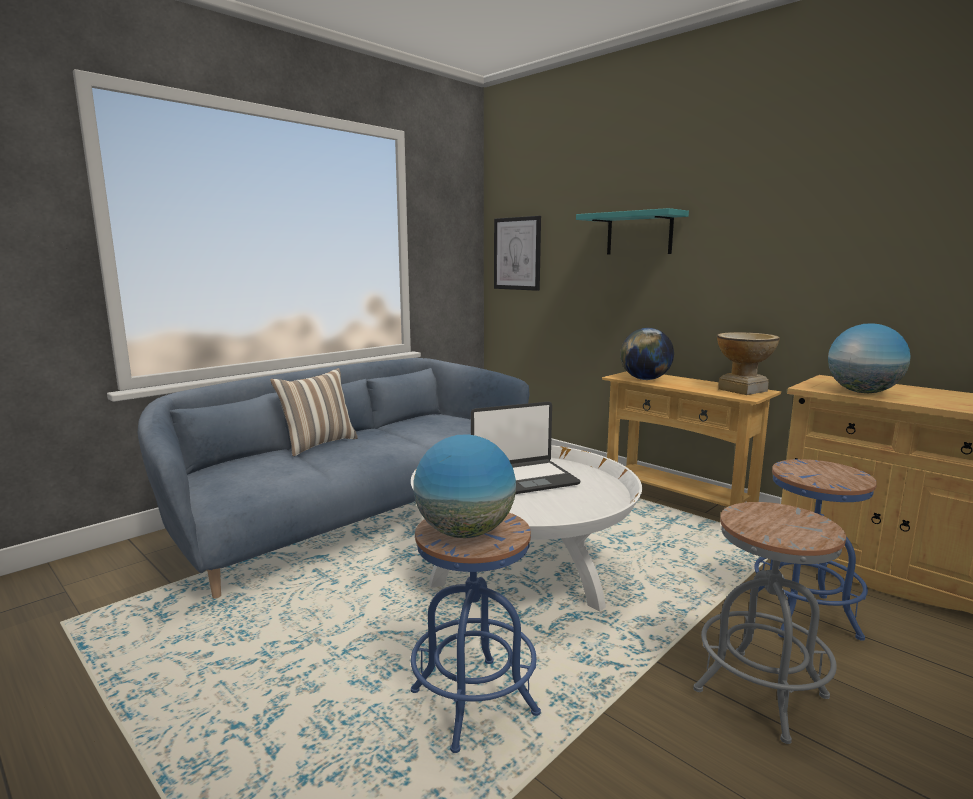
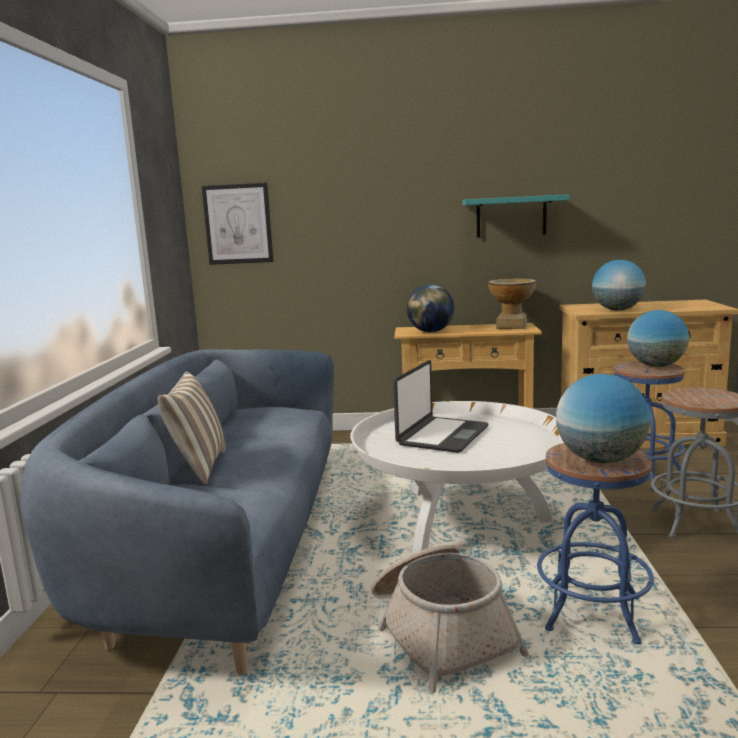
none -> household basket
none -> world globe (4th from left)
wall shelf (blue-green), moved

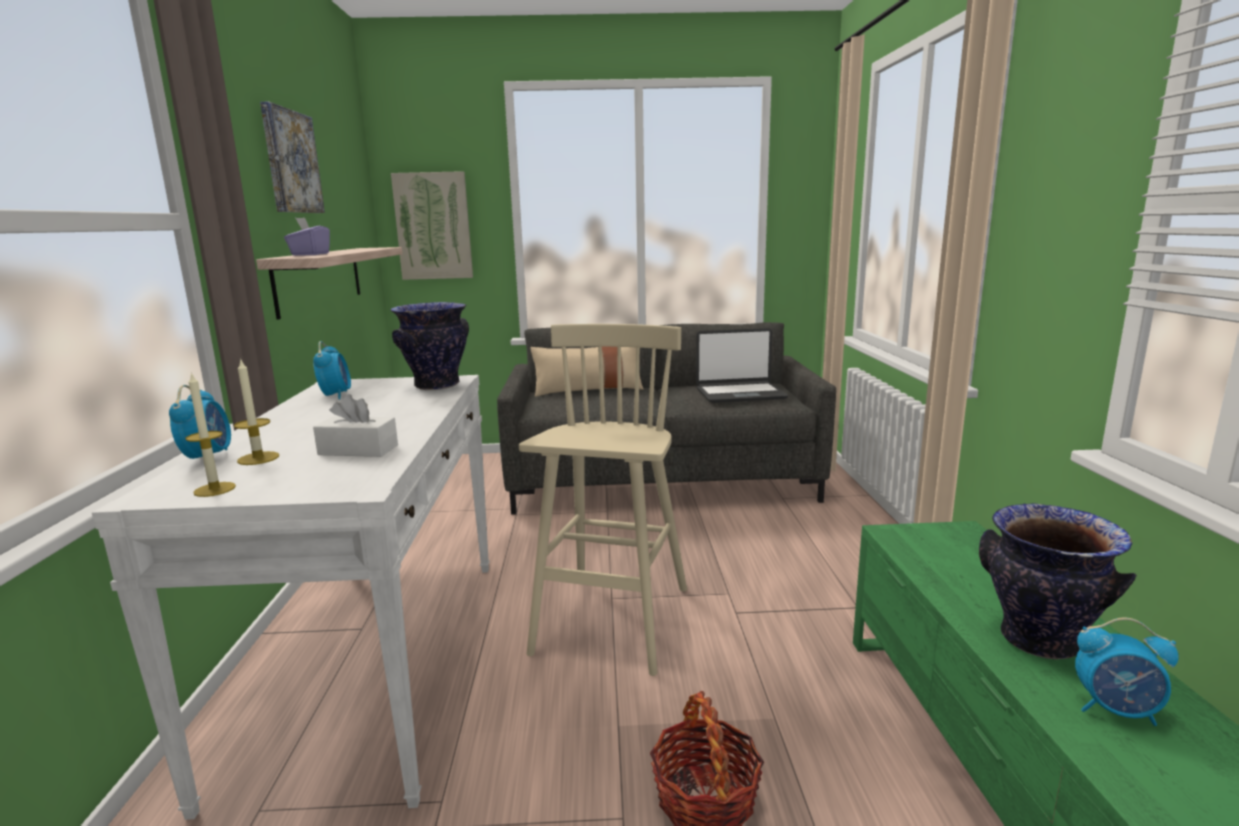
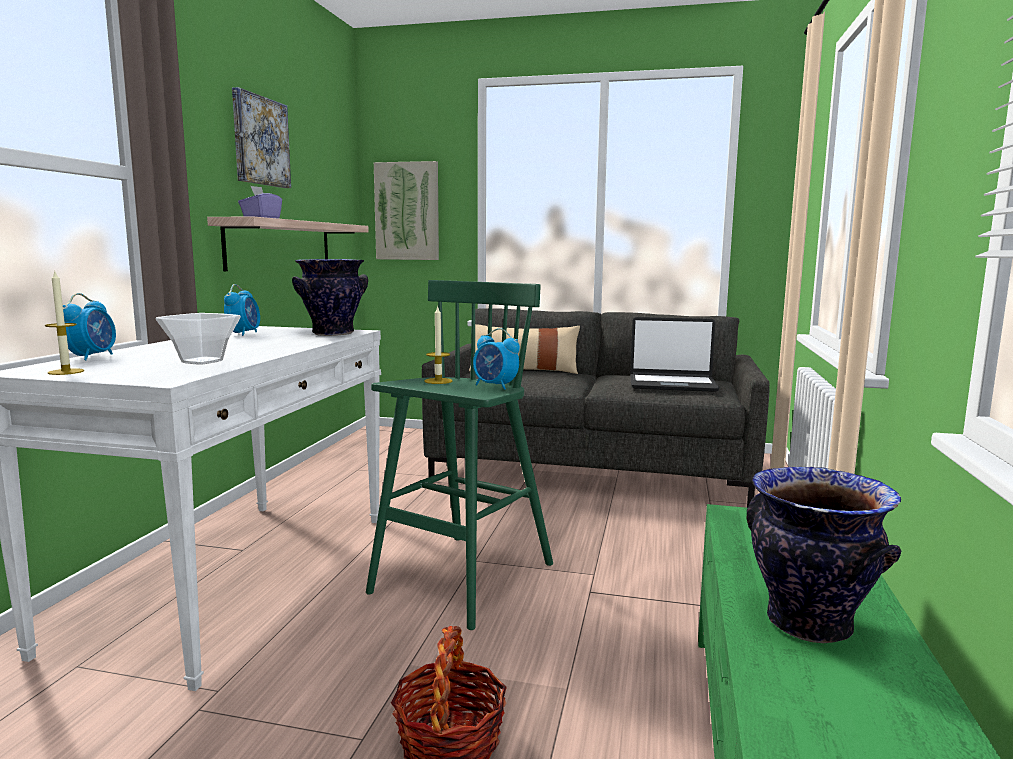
candle (2nd from left), moved
alarm clock (3rd from left), moved
box of tissues (white-coloured) -> serving bowl
stool seat (beige) -> stool seat (greenish)

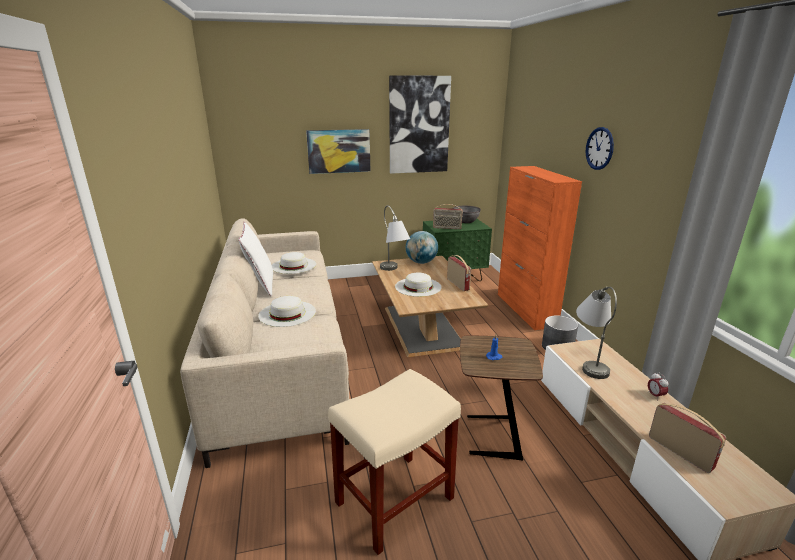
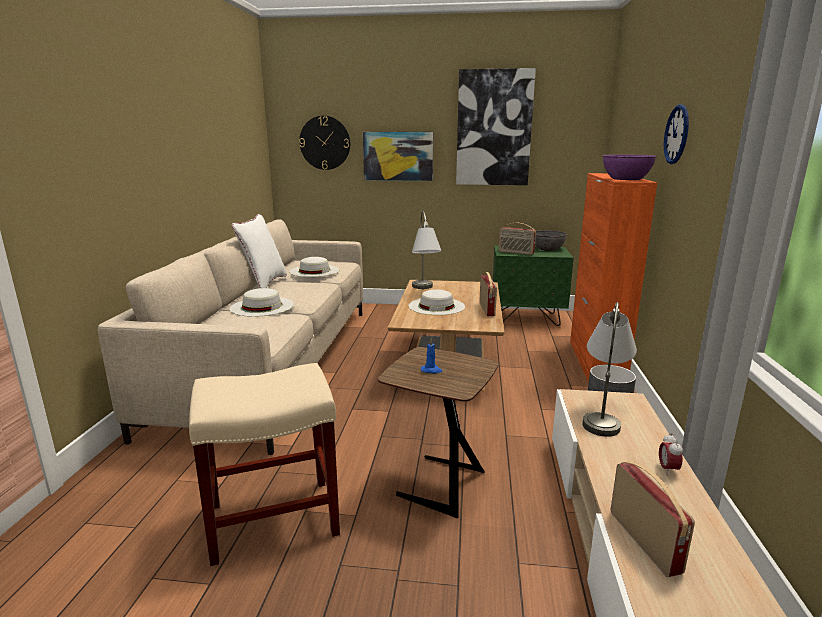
world globe -> none
none -> wall clock (1st from left)
none -> serving bowl (purple)

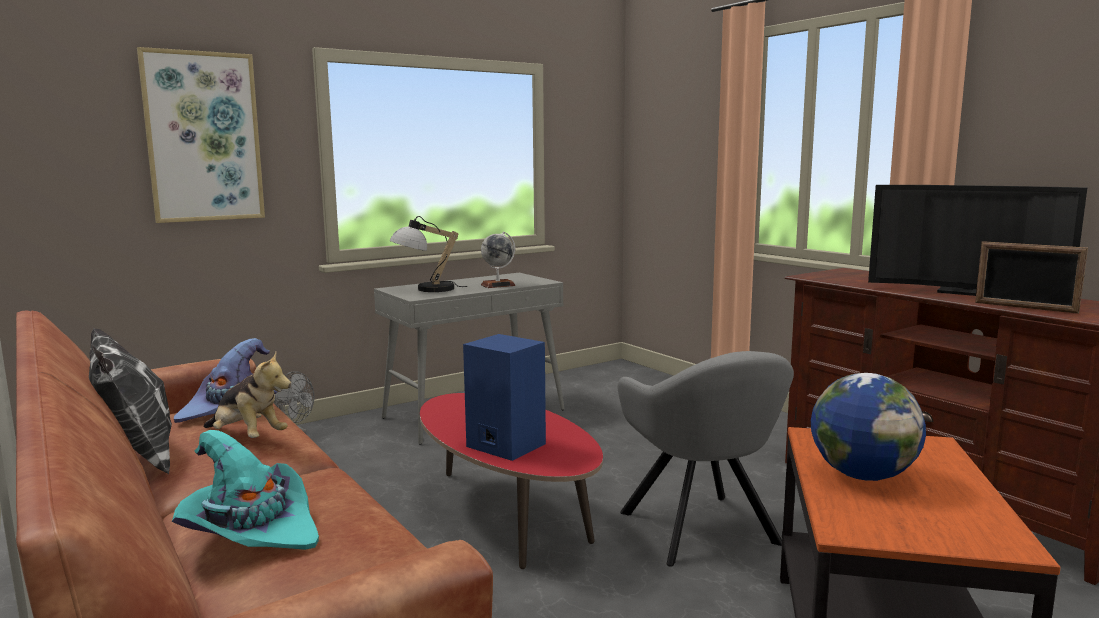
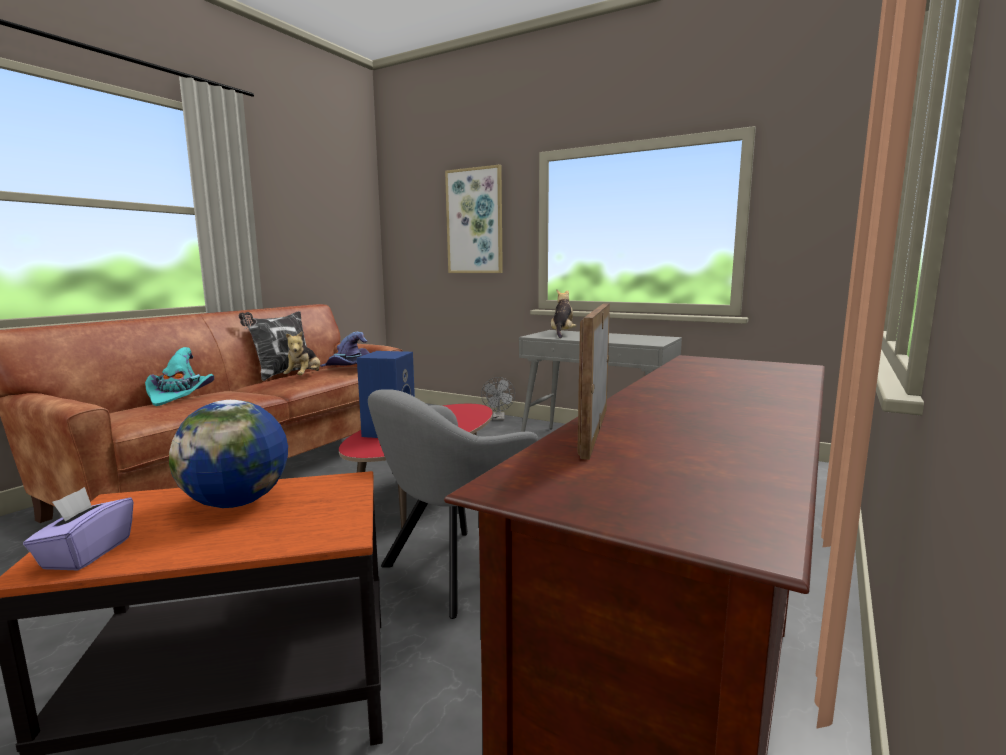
world globe (1st from left) -> none
TV -> none
none -> box of tissues (purple)
table lamp -> plush toy (2nd from left)

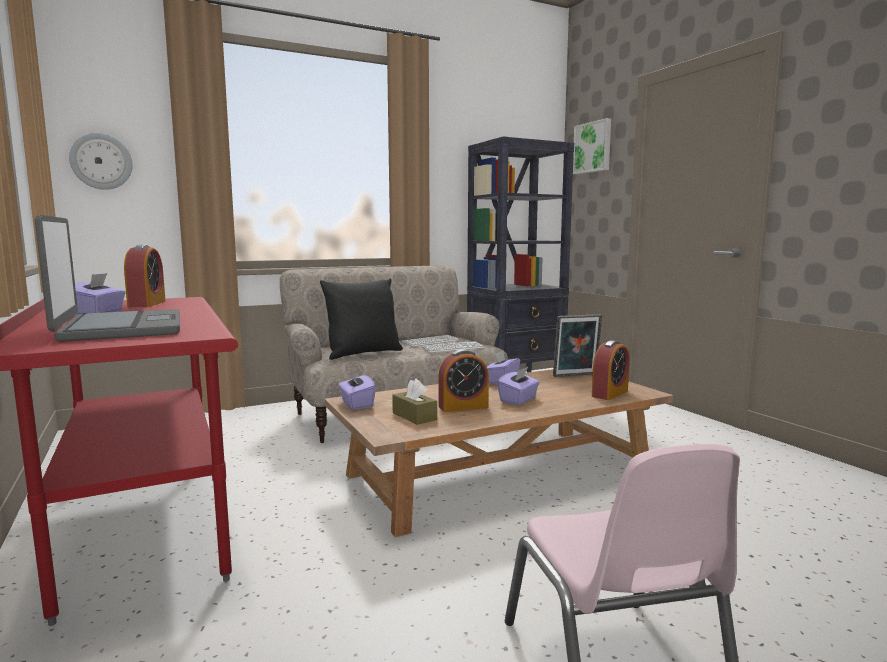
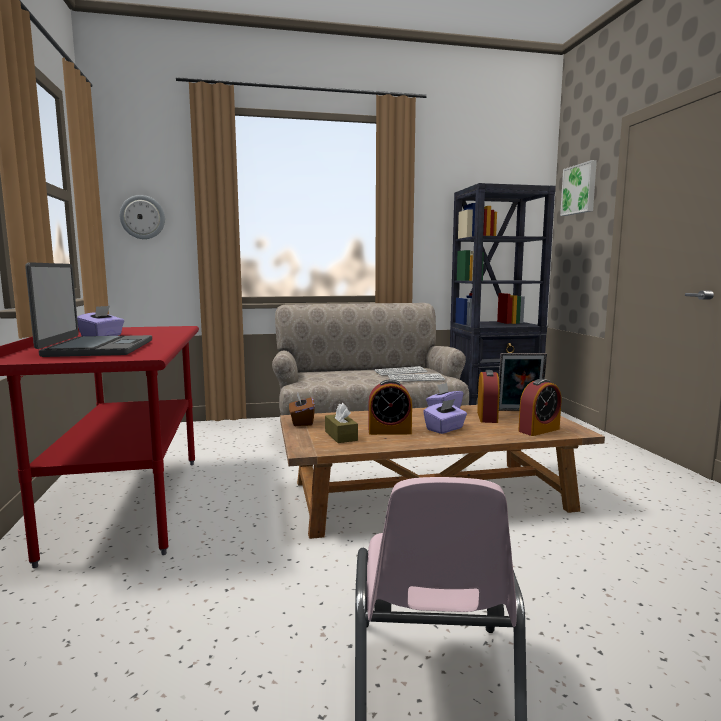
cushion (black-coloured) -> none
alarm clock (1st from left in the first image) -> alarm clock (2nd from left), moved
box of tissues (purple) (2nd from left) -> box of tissues (brown-coloured) (1st from left)

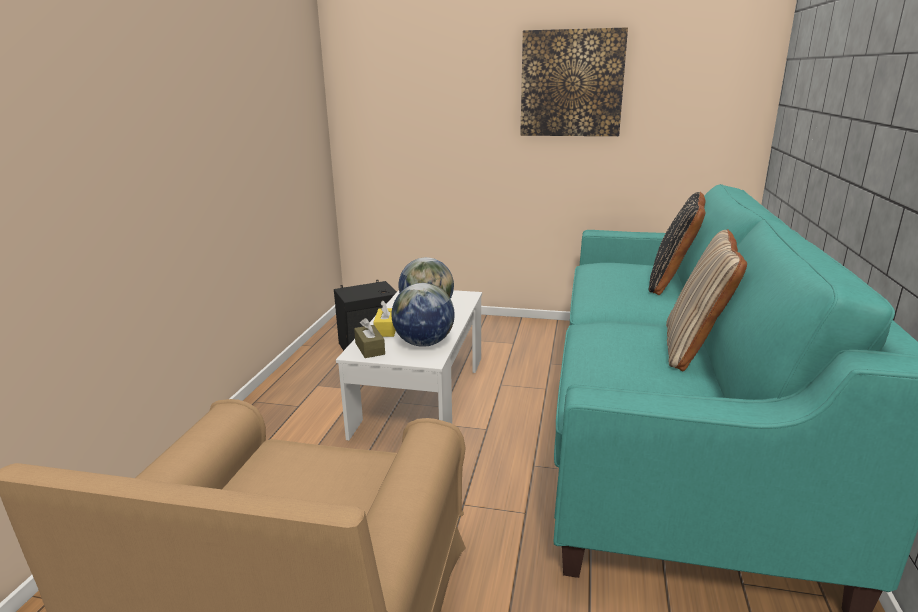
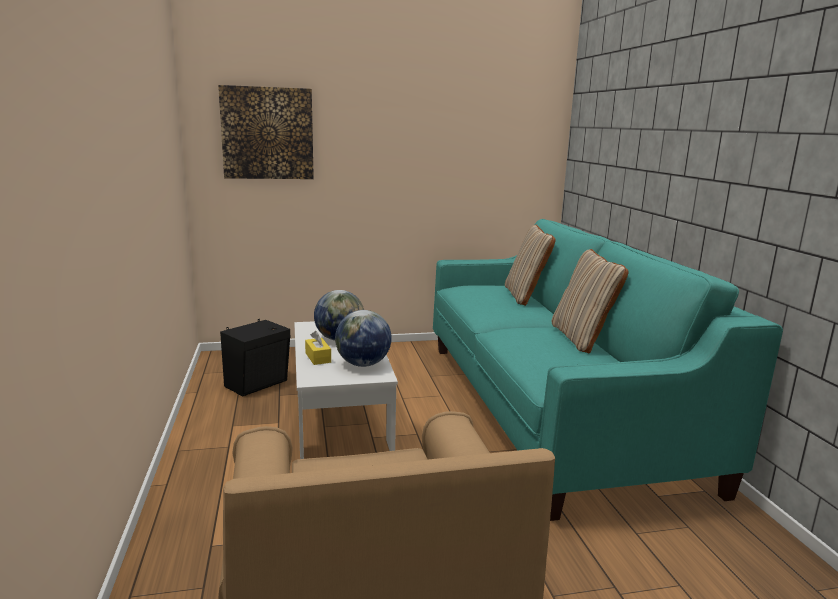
box of tissues (brown-coloured) -> none
picture, moved
cushion (black-coloured) -> cushion (beige) (1st from left)

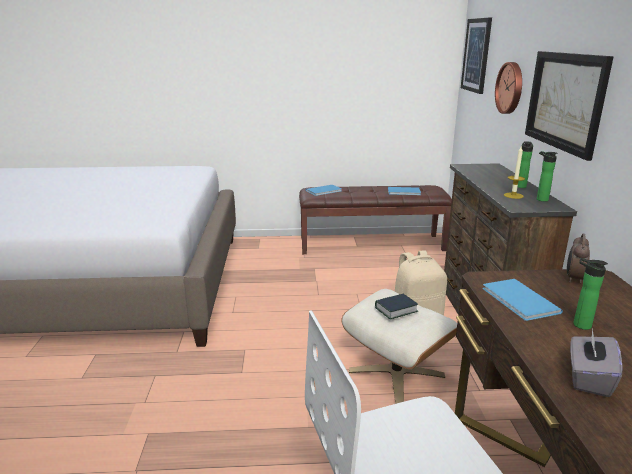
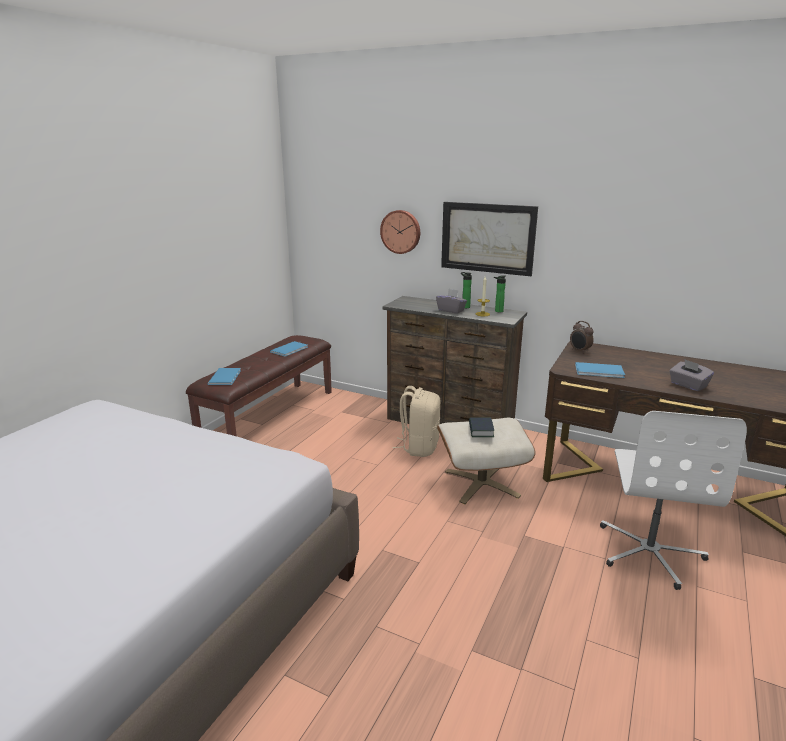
picture (1st from left) -> none
beverage bottle (3rd from left) -> none
none -> box of tissues (grey) (1st from left)

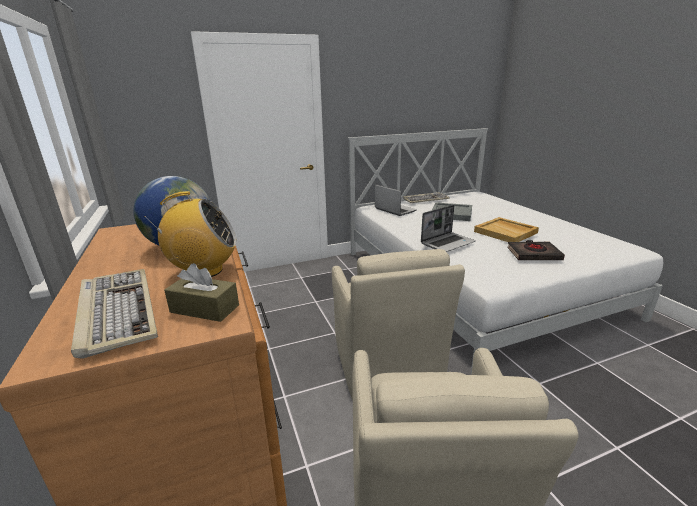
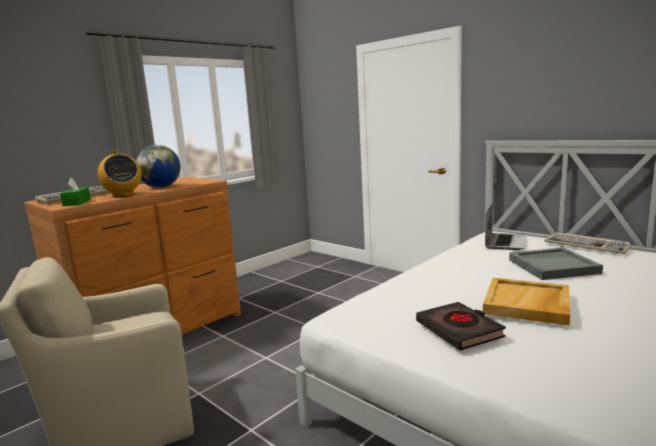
armchair (beige) (1st from left) -> none
portable computer (2nd from left) -> none
box of tissues (brown-coloured) -> box of tissues (greenish)

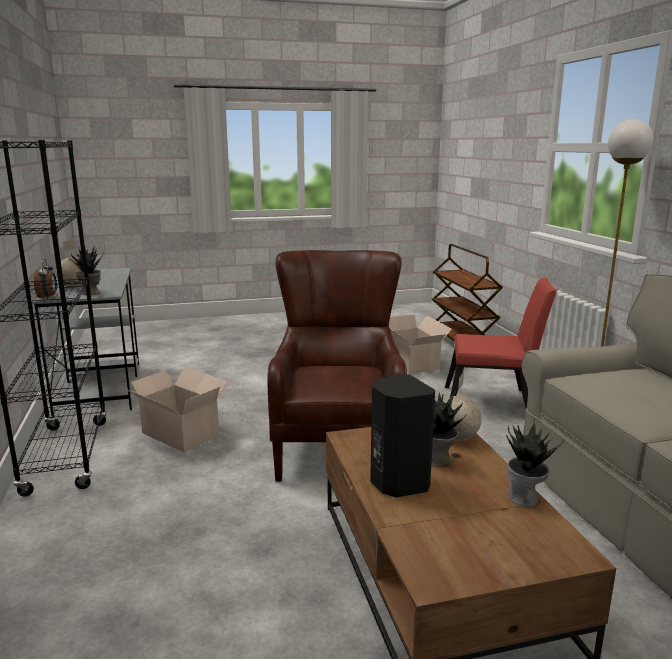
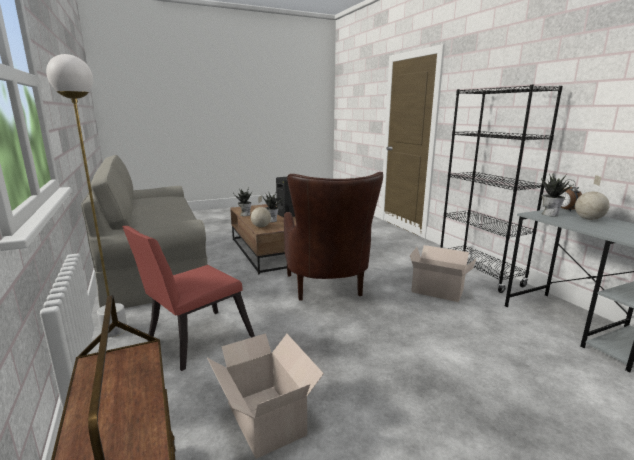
plain chair (red), 45 degrees counterclockwise

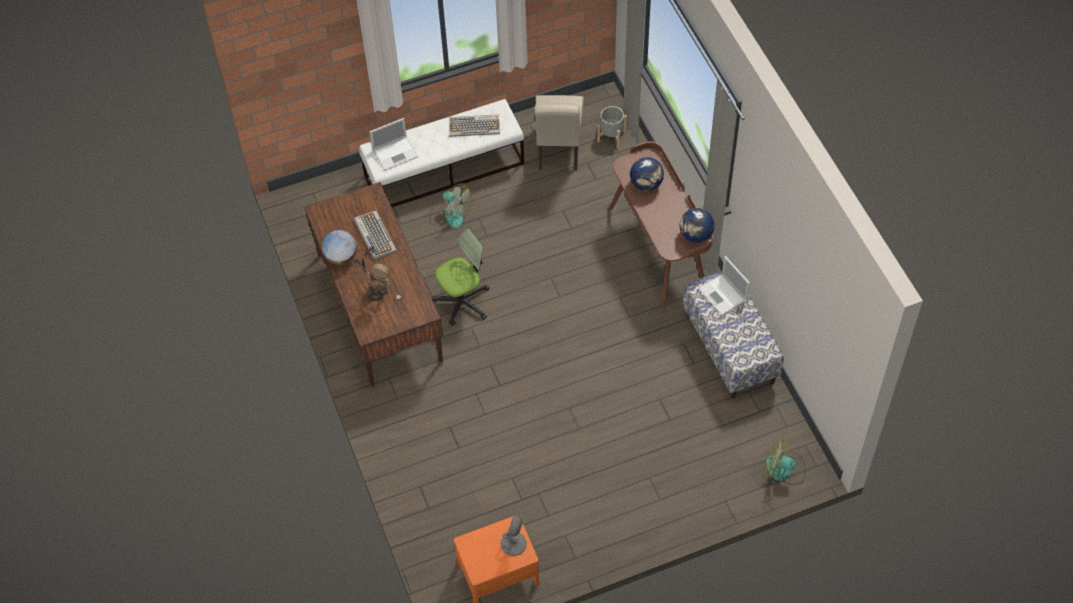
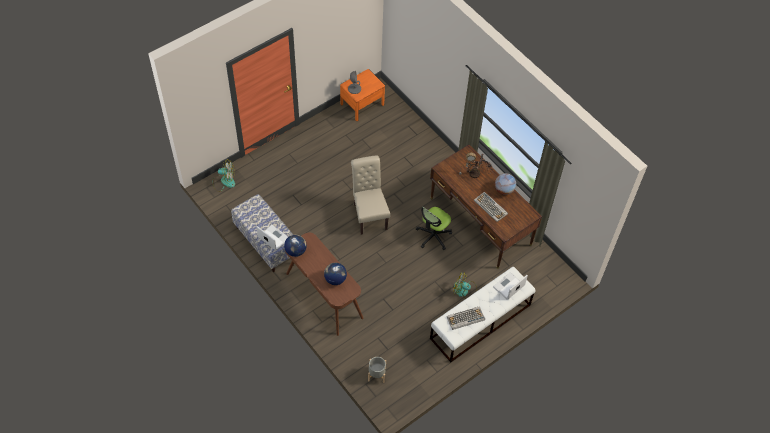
plain chair (beige), moved

